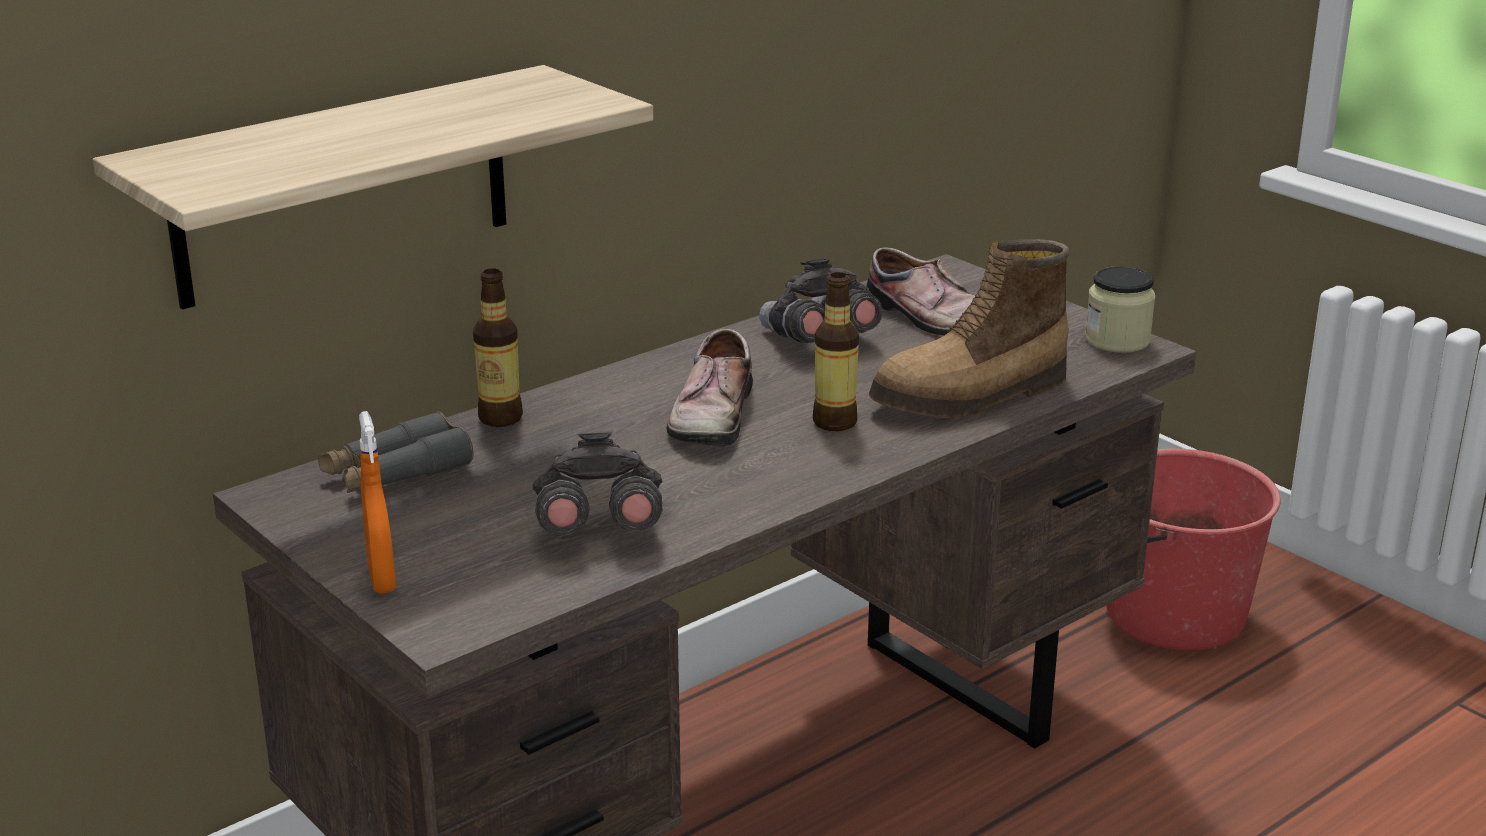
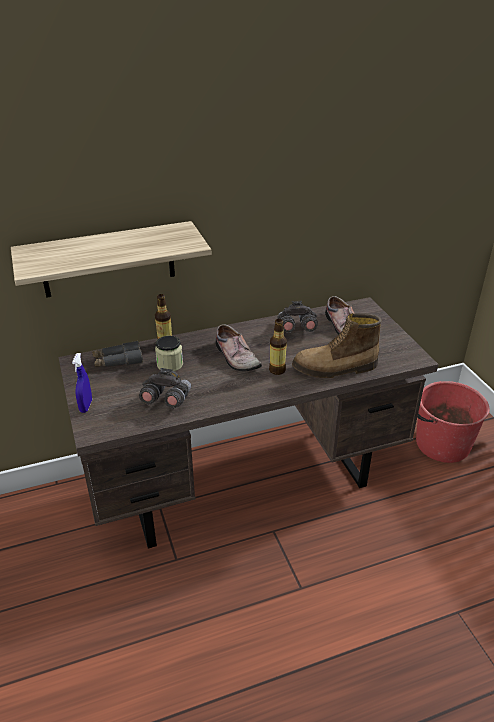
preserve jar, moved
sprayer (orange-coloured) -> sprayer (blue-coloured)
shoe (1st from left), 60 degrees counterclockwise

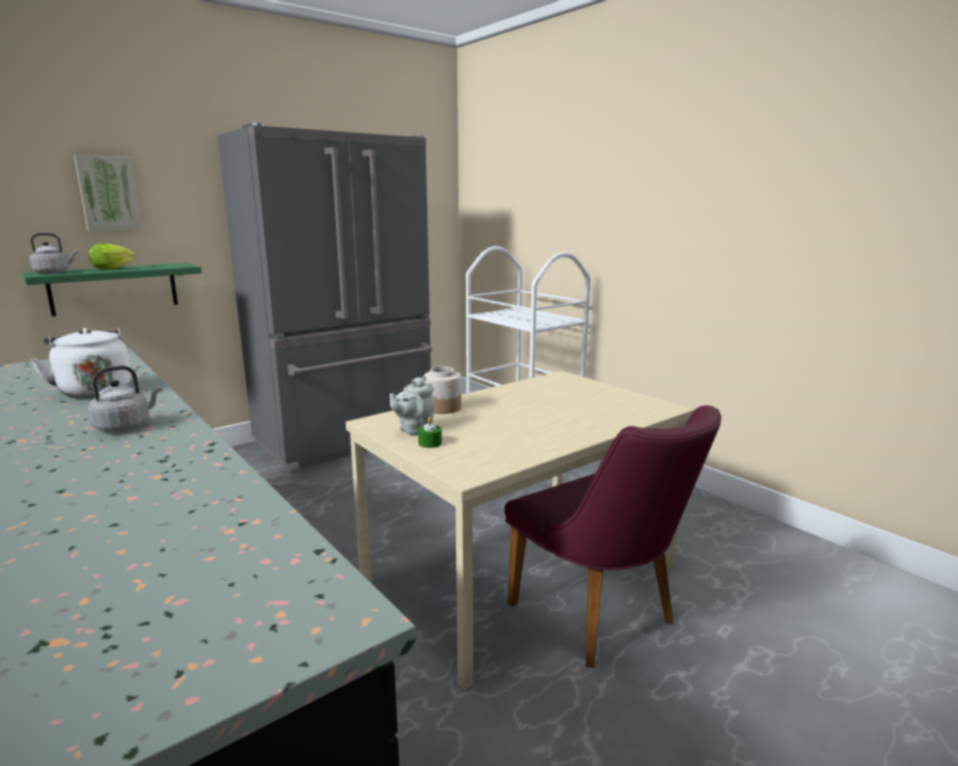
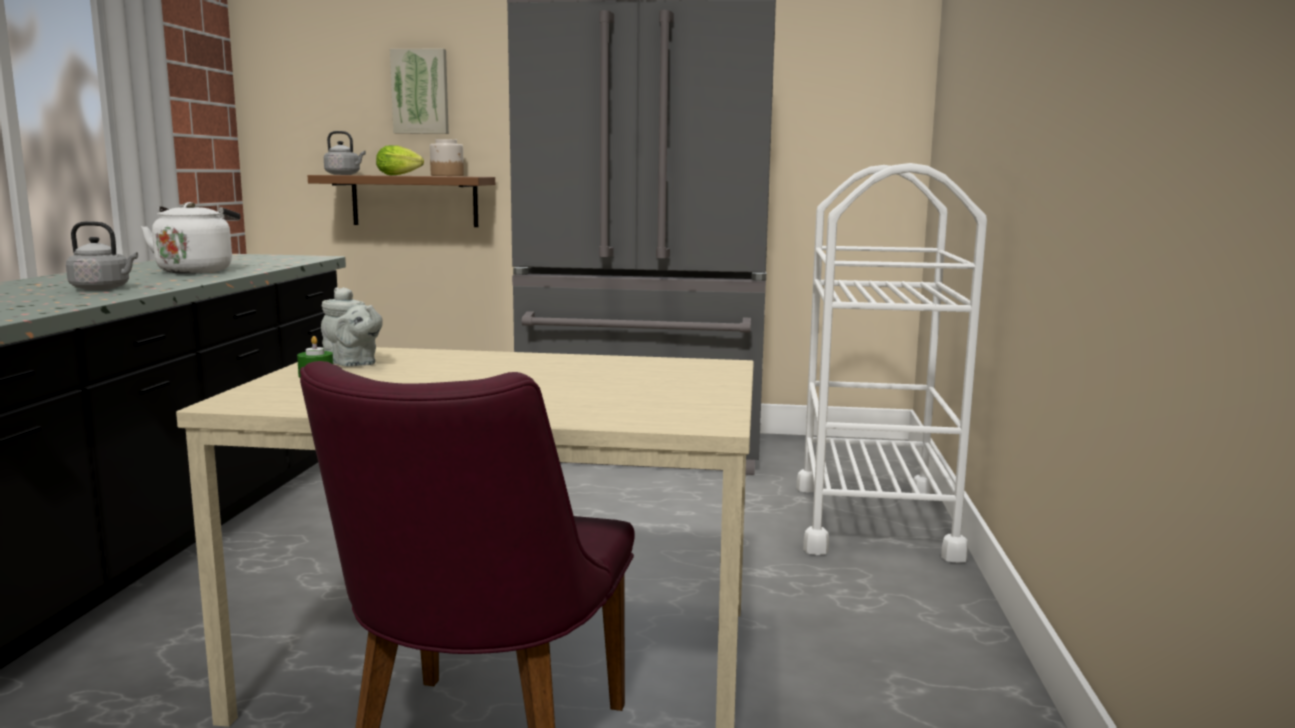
preserve jar, moved
wall shelf (greenish) -> wall shelf (brown-coloured)
pot for tea (grey), 135 degrees counterclockwise

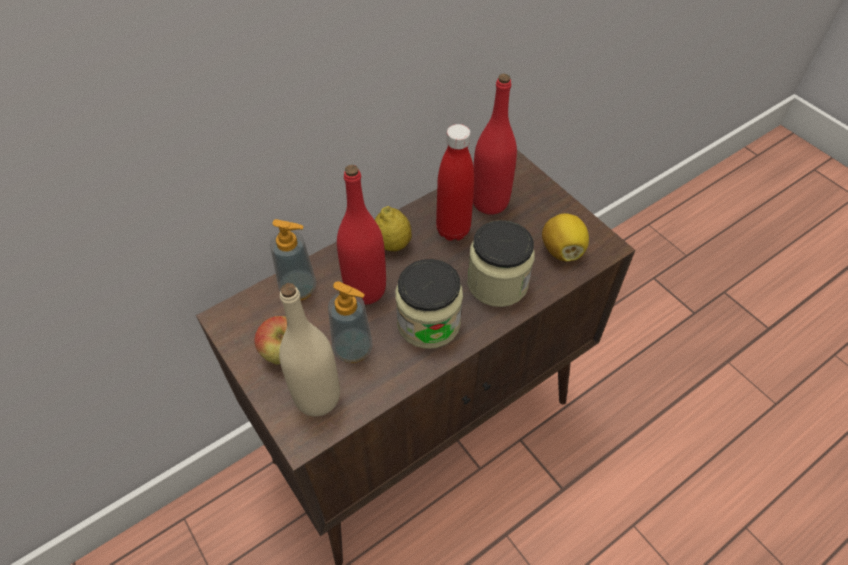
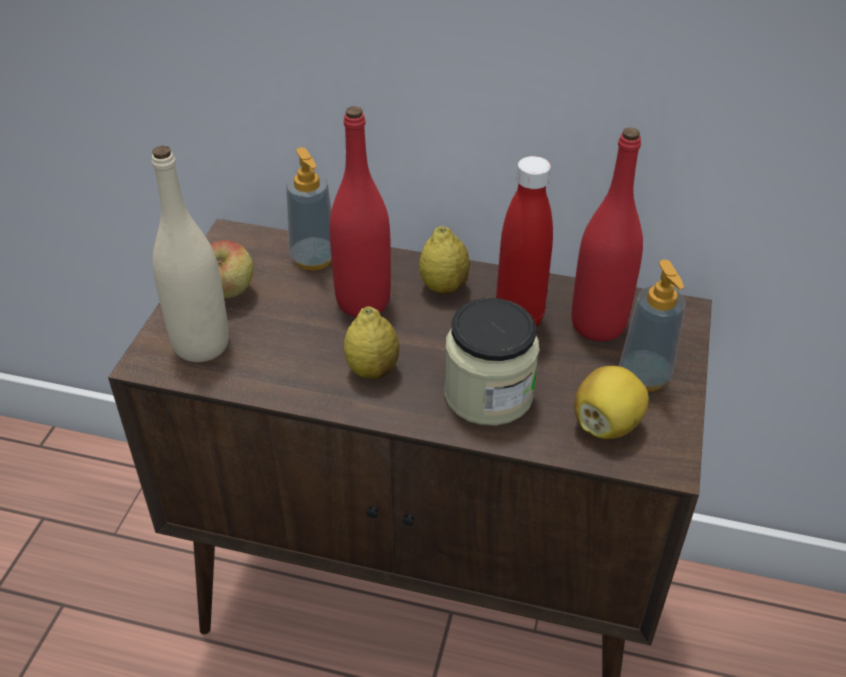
soap dispenser (2nd from left), moved
preserve jar (1st from left) -> whole lemon (1st from left)

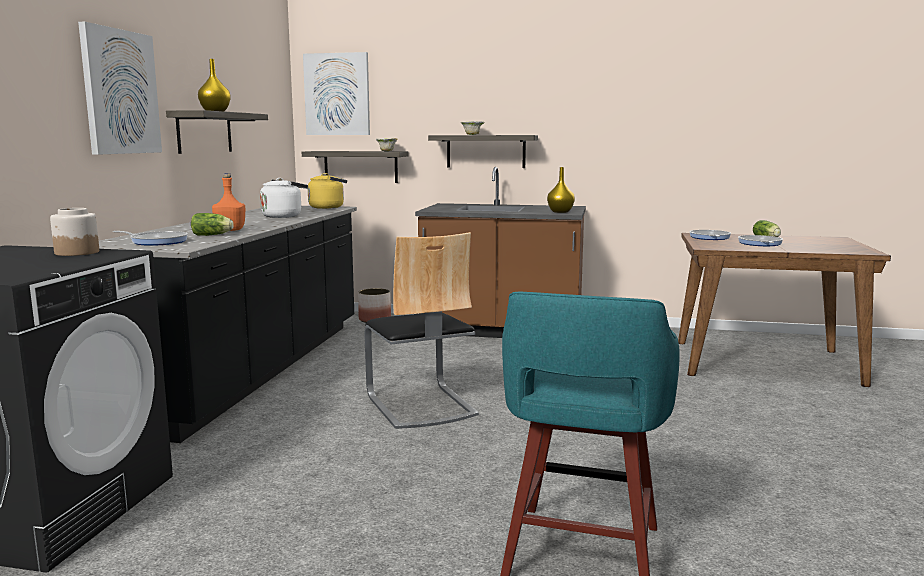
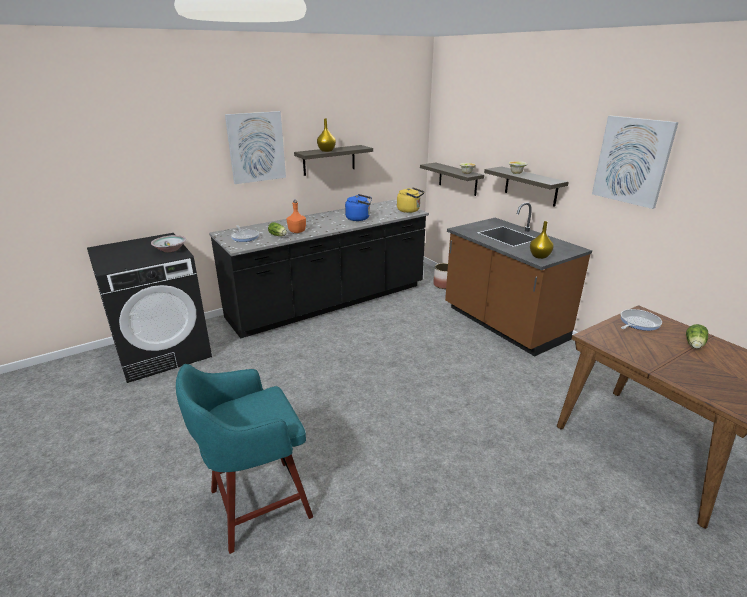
plain chair -> none
frying pan (3rd from left) -> none
picture (2nd from left), moved
preserve jar -> serving bowl (1st from left)
water kettle (white-coloured) -> water kettle (blue-coloured)

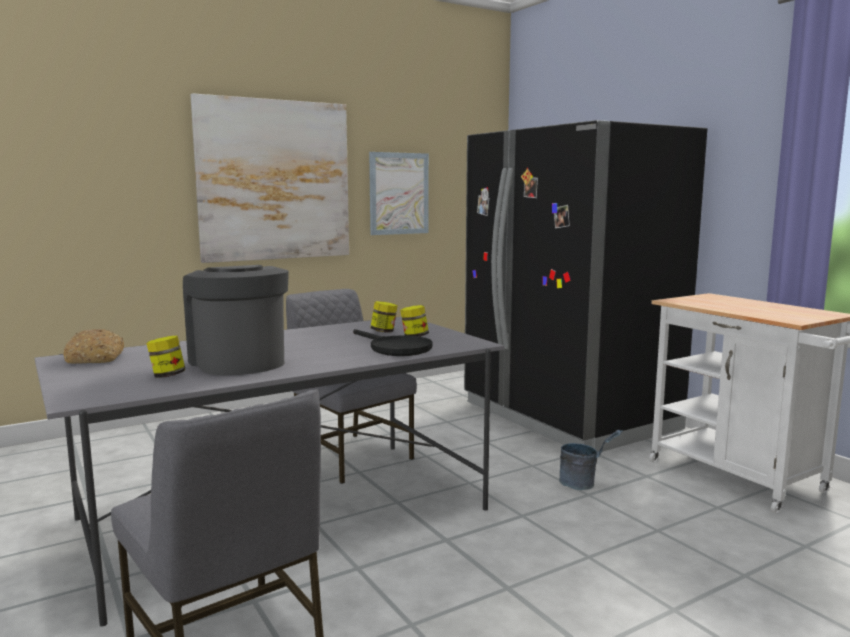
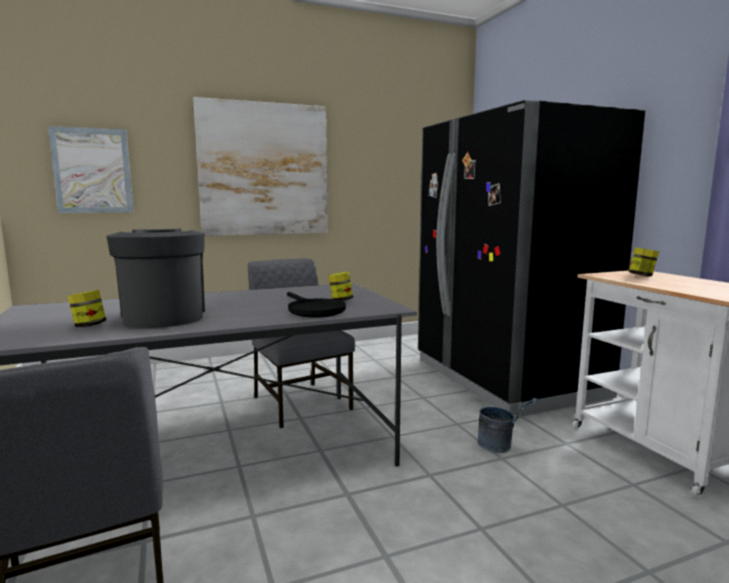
bakery bread -> none
picture (2nd from left in the first image) -> picture (1st from left), moved
preserve jar (2nd from left in the first image) -> preserve jar (3rd from left), moved

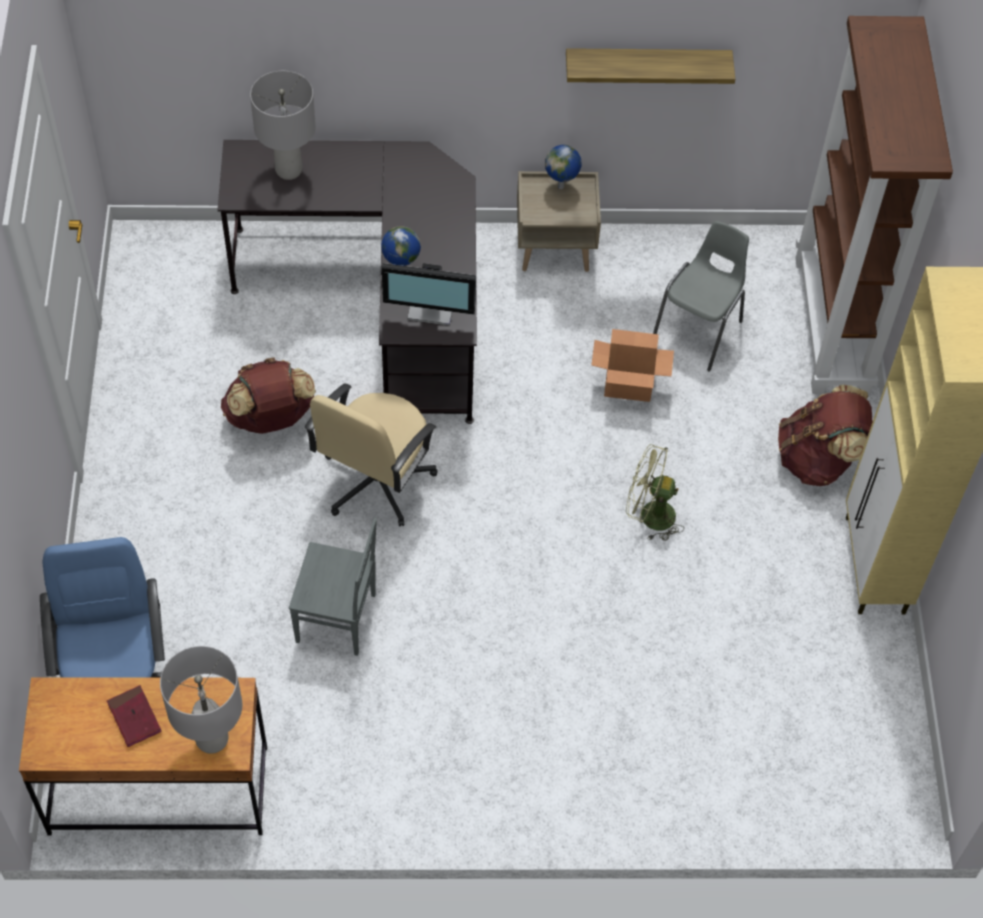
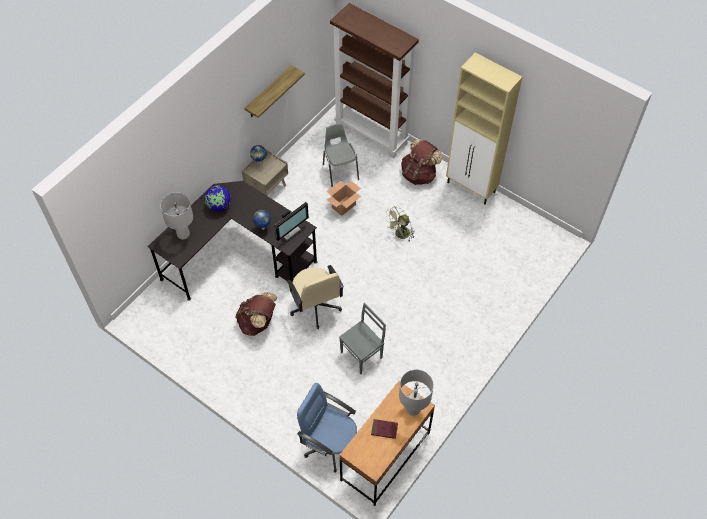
none -> world globe (1st from left)

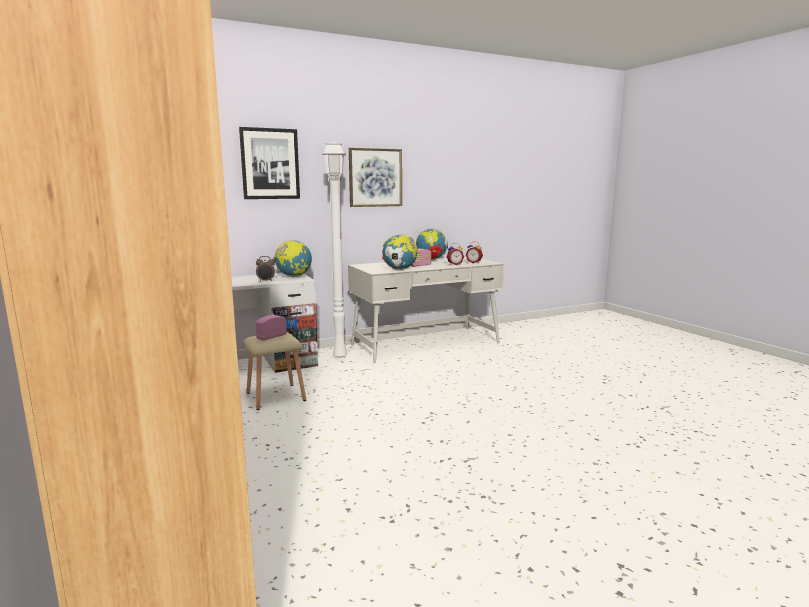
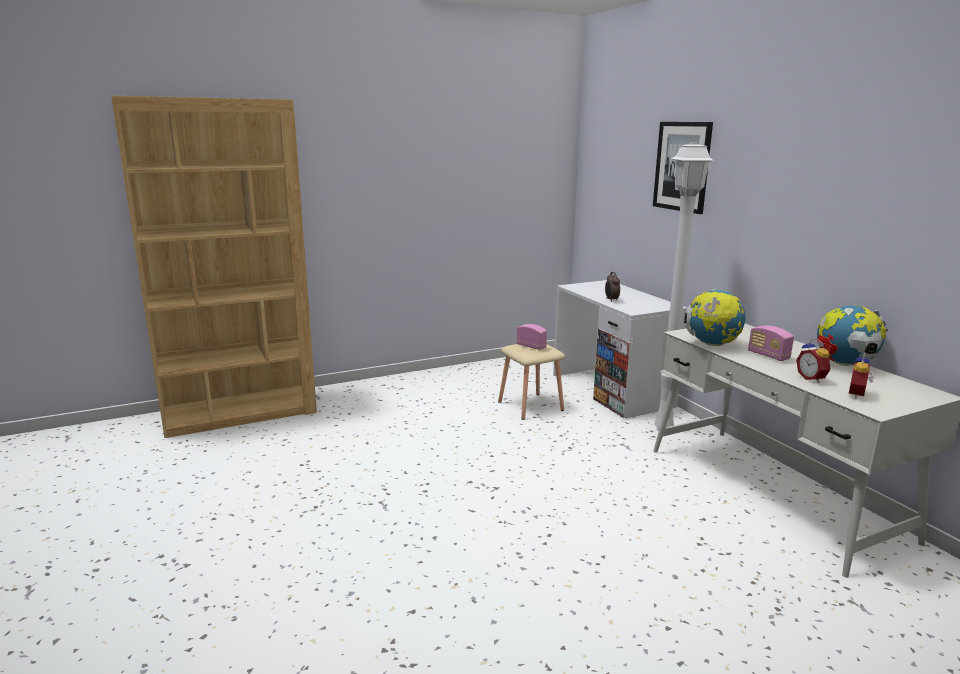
world globe (1st from left) -> none
picture (2nd from left) -> none

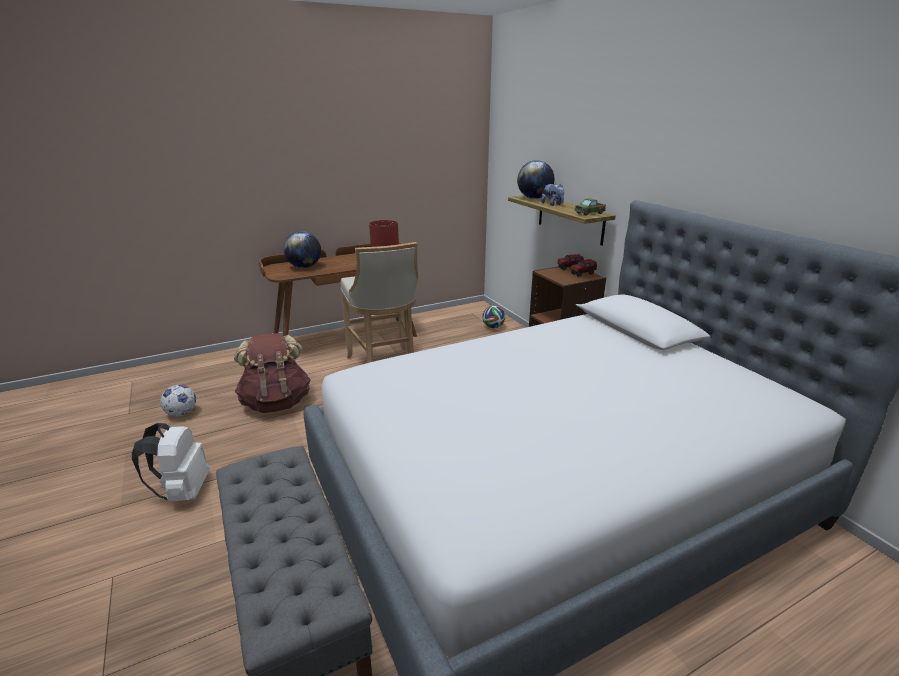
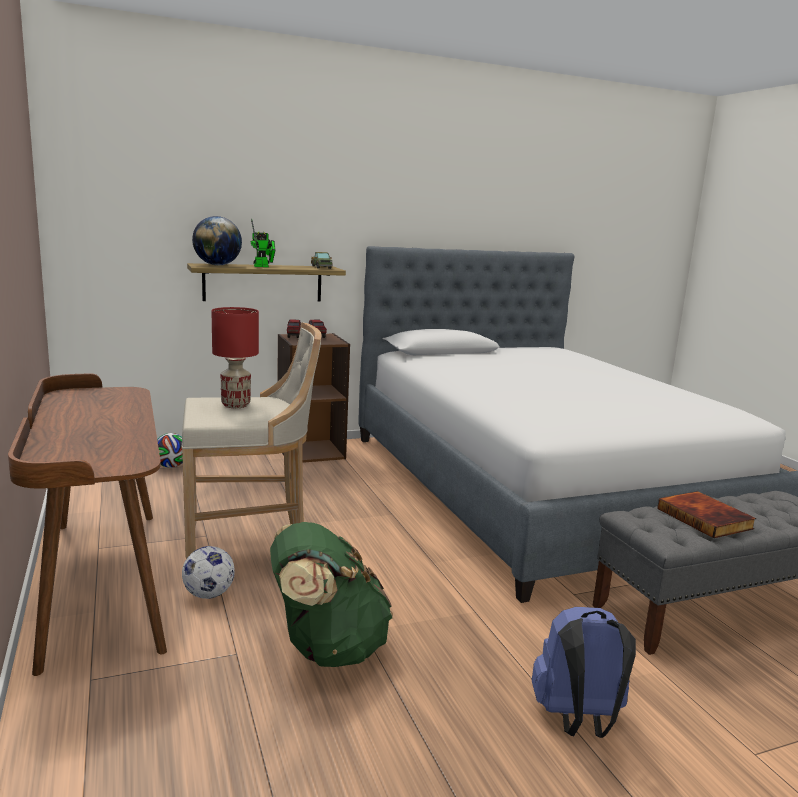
world globe (1st from left) -> none
none -> bound book
football ball (1st from left in the first image) -> football ball (2nd from left), moved
plush toy -> toy robot
backpack (white-coloured) -> backpack (blue-coloured)
backpack (brown-coloured) -> backpack (greenish)

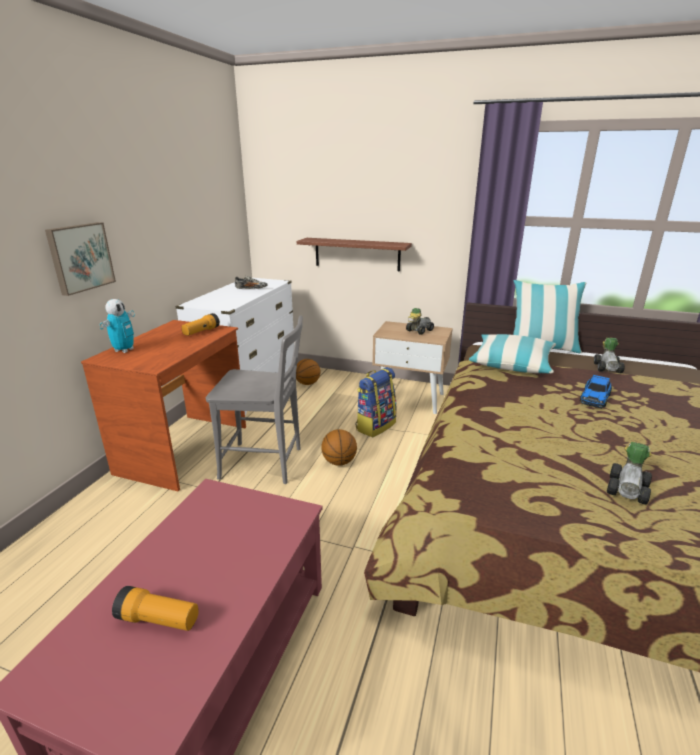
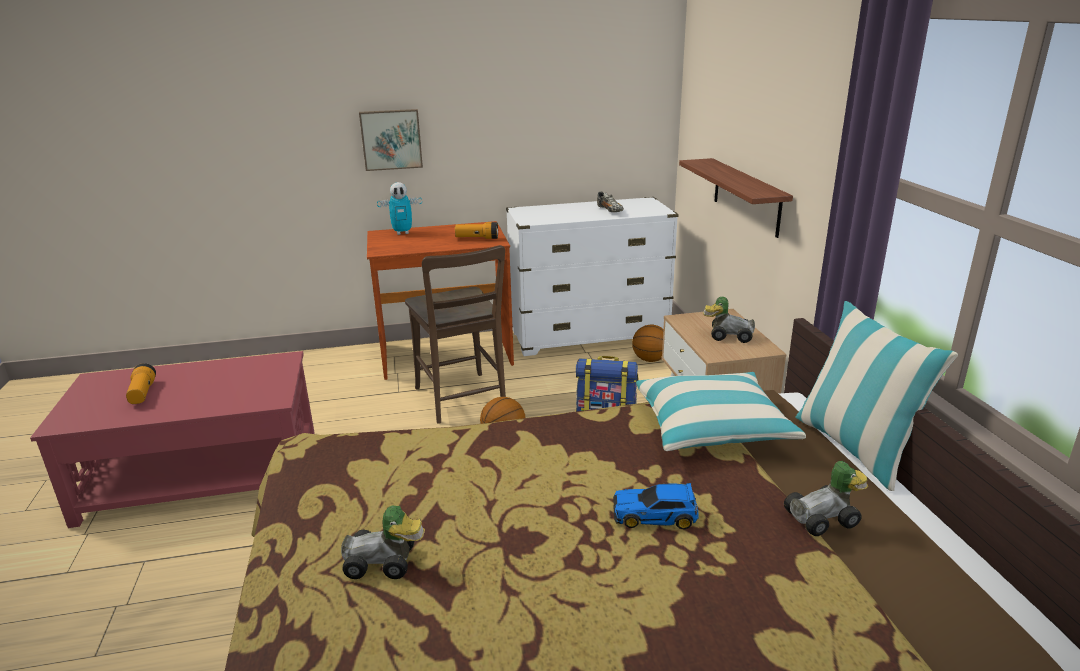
plain chair (grey) -> plain chair (brown-coloured)

